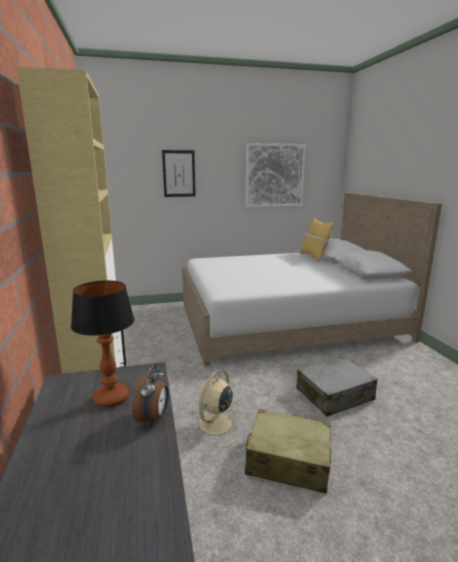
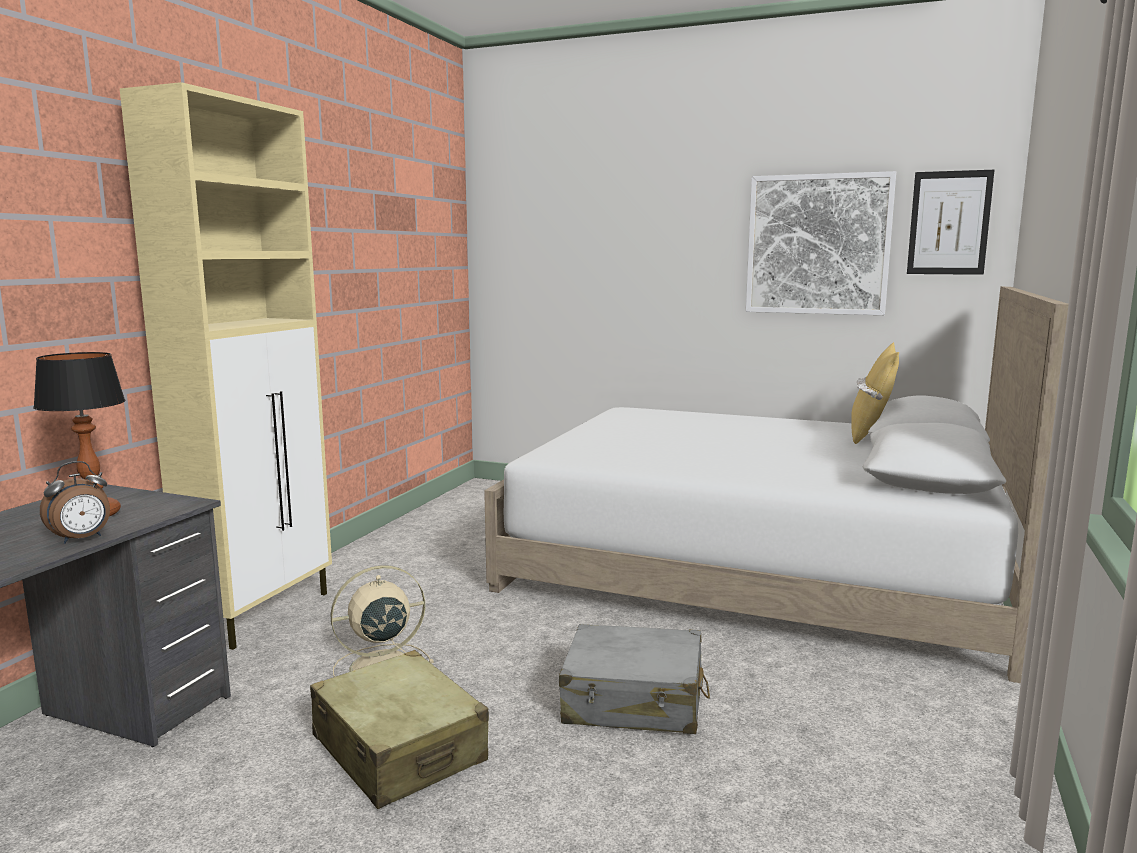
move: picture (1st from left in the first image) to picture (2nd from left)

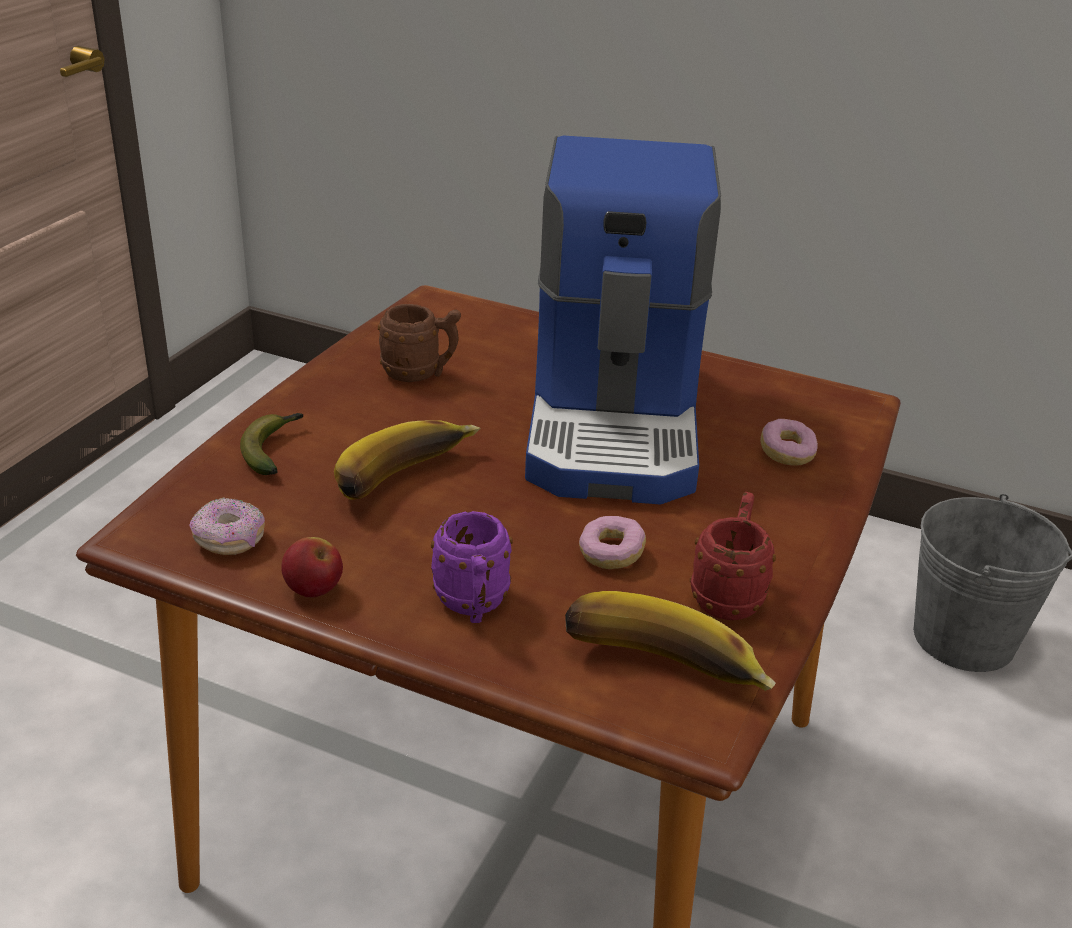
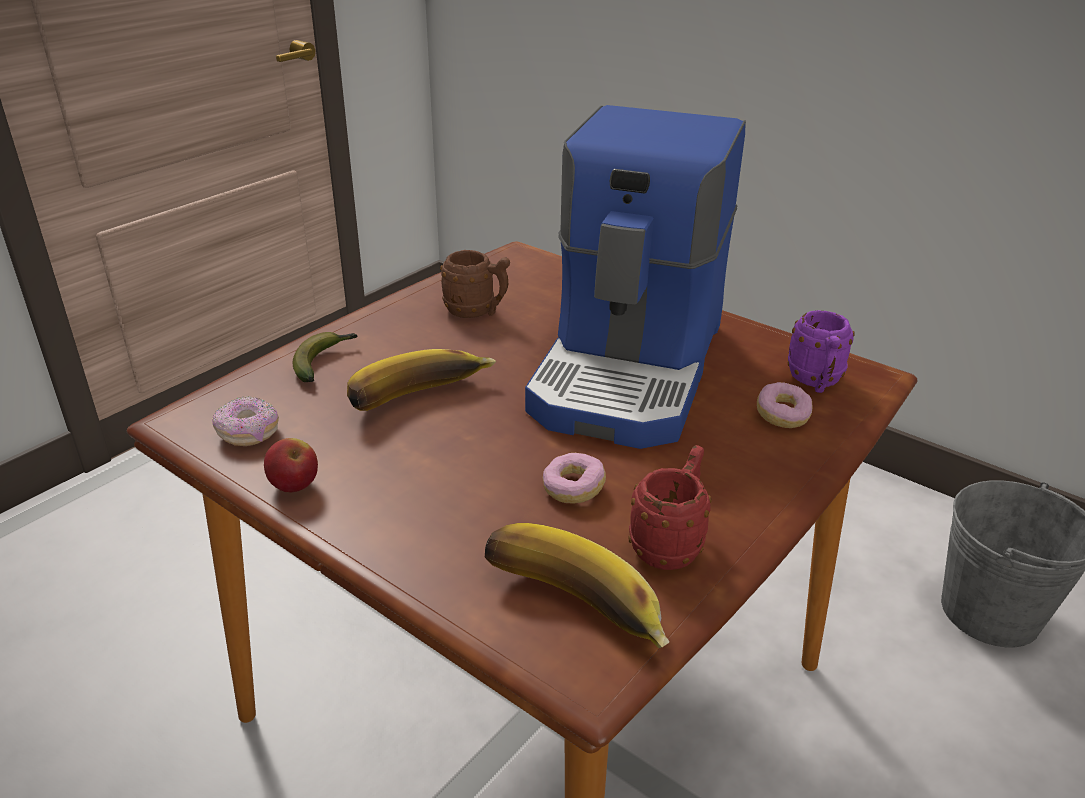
move: purple mug

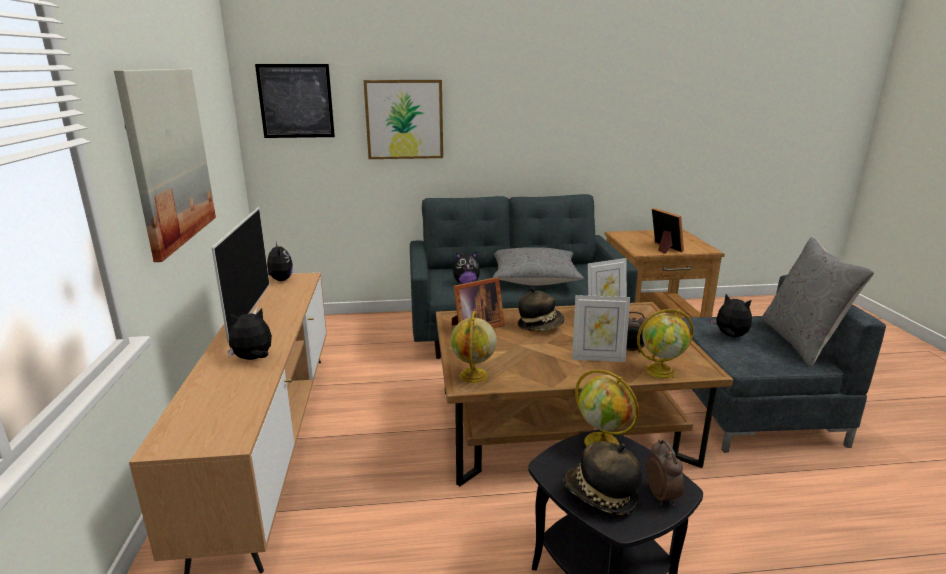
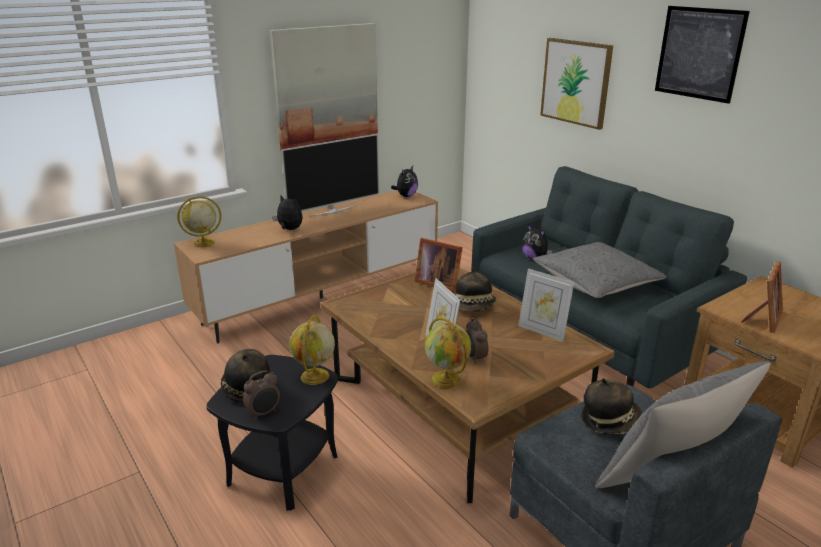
move: picture (2nd from left in the first image) to picture (3rd from left); globe (1st from left)
replace: plush toy (4th from left) to hat (3rd from left)

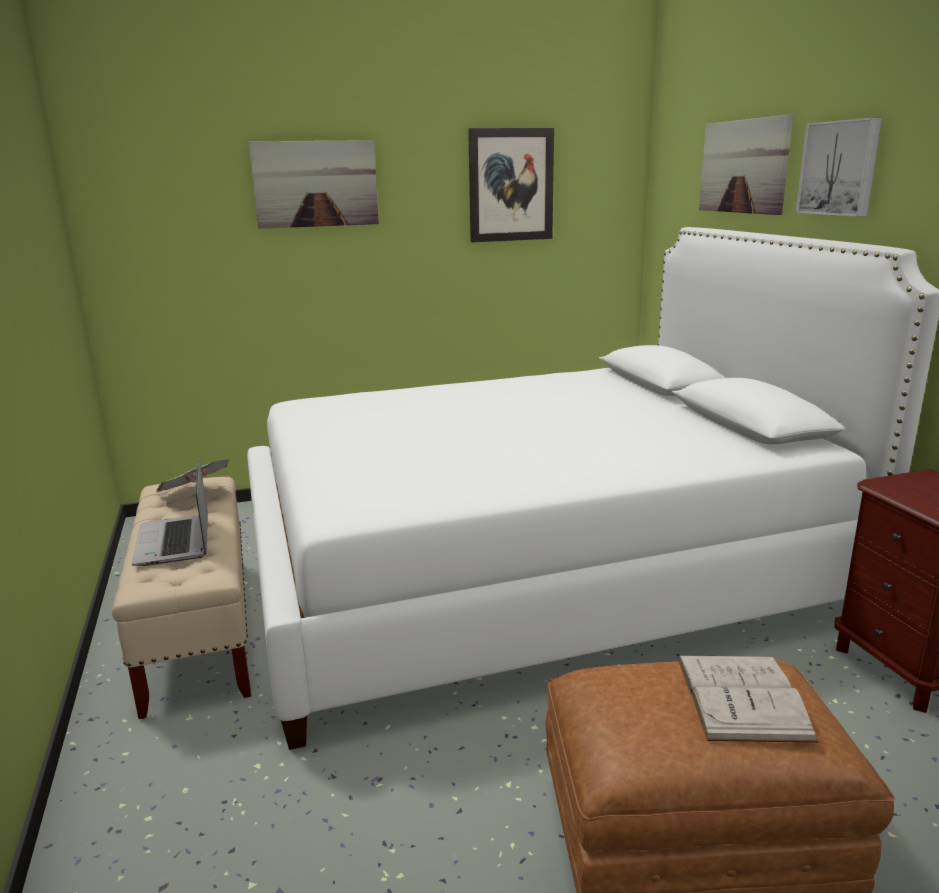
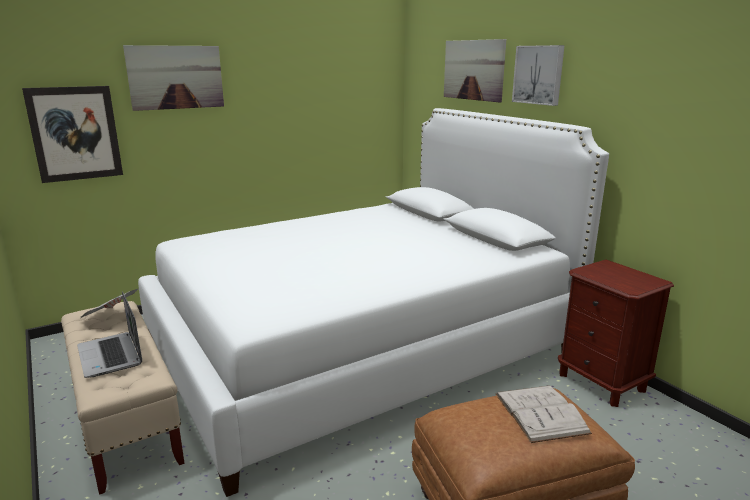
move: picture (2nd from left in the first image) to picture (1st from left)

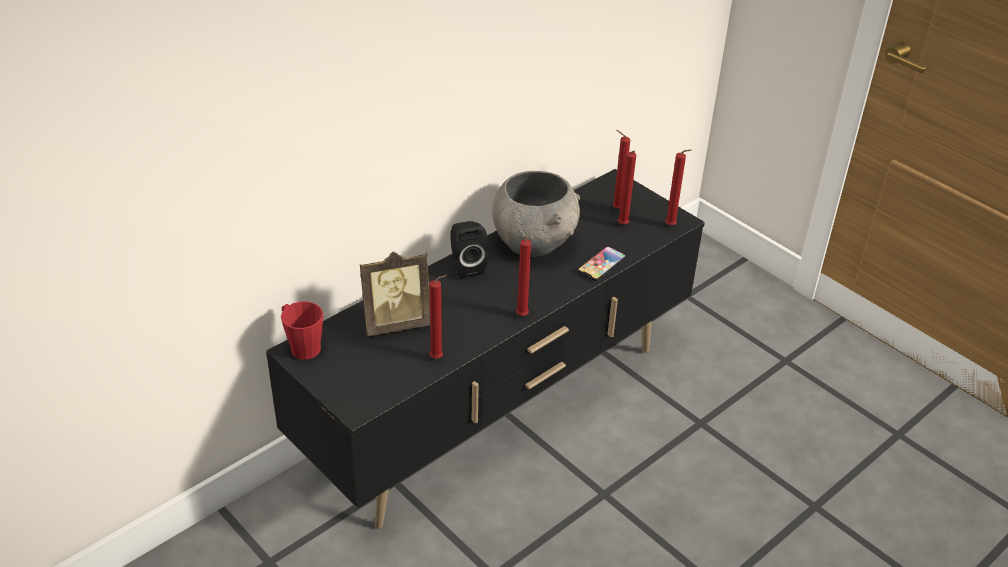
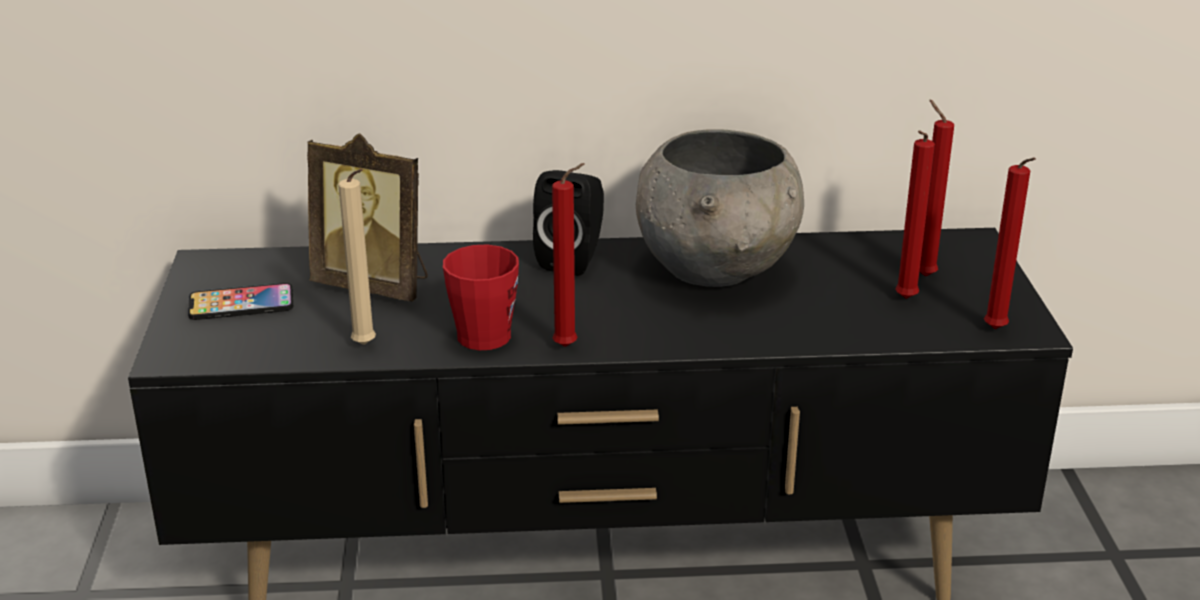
move: phone; red mug
recolor: red candle (1st from left) to beige candle

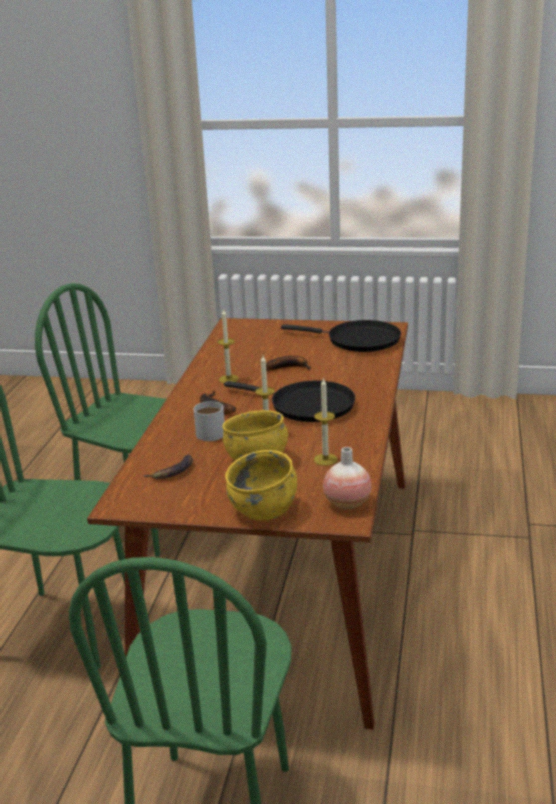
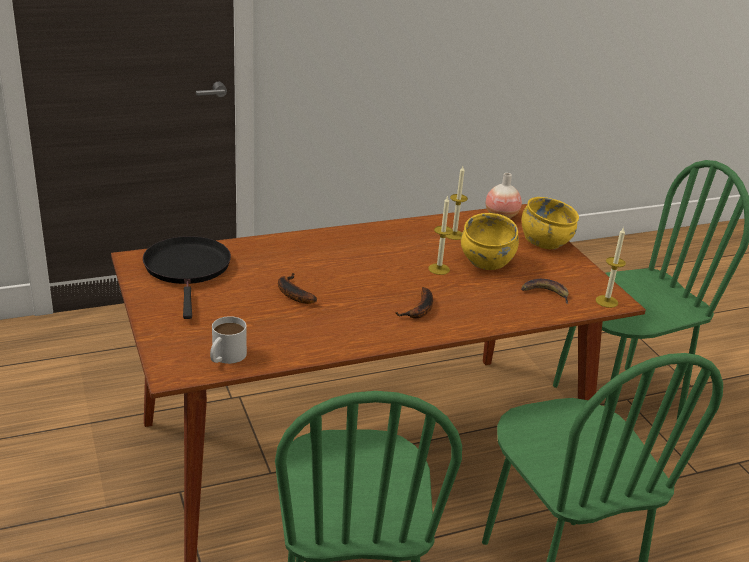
delete: black frying pan (1st from left)
move: candle (1st from left in the first image) to candle (3rd from left); white mug

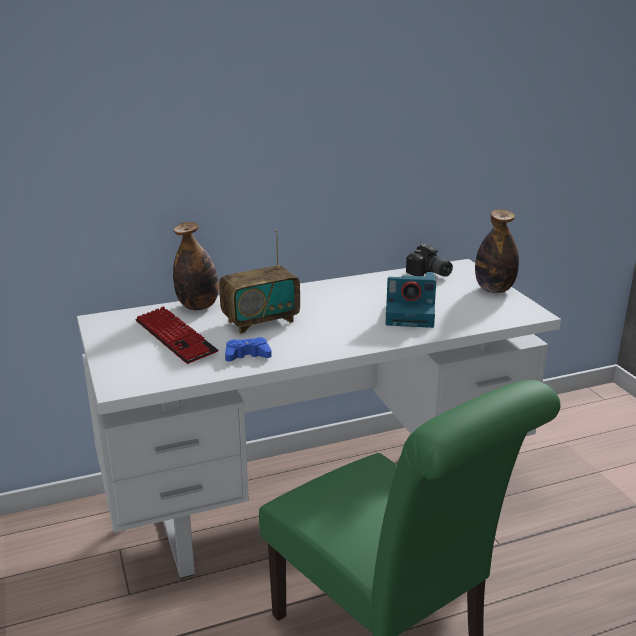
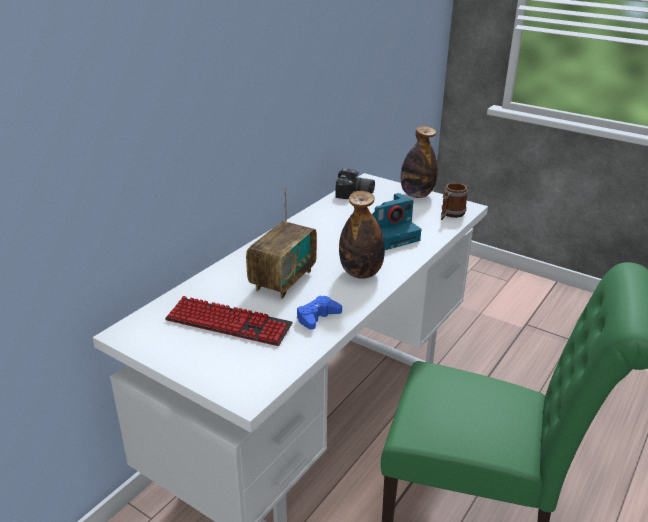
insert: mug
move: bottle (1st from left)

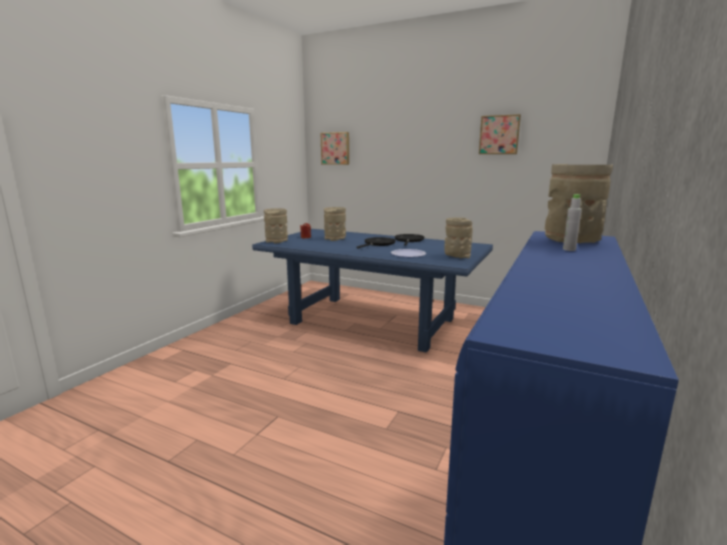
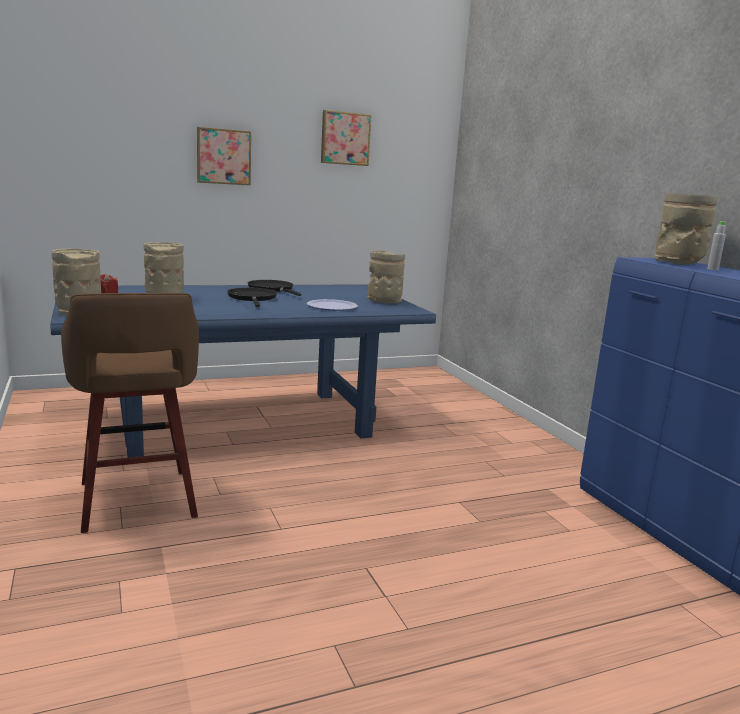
insert: brown stool
move: picture (1st from left)

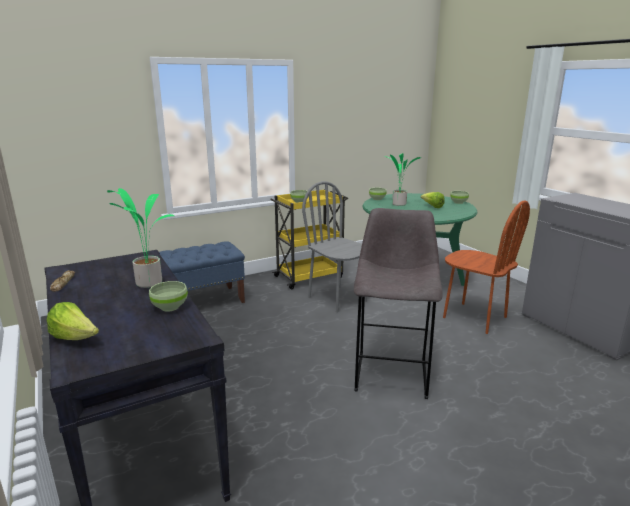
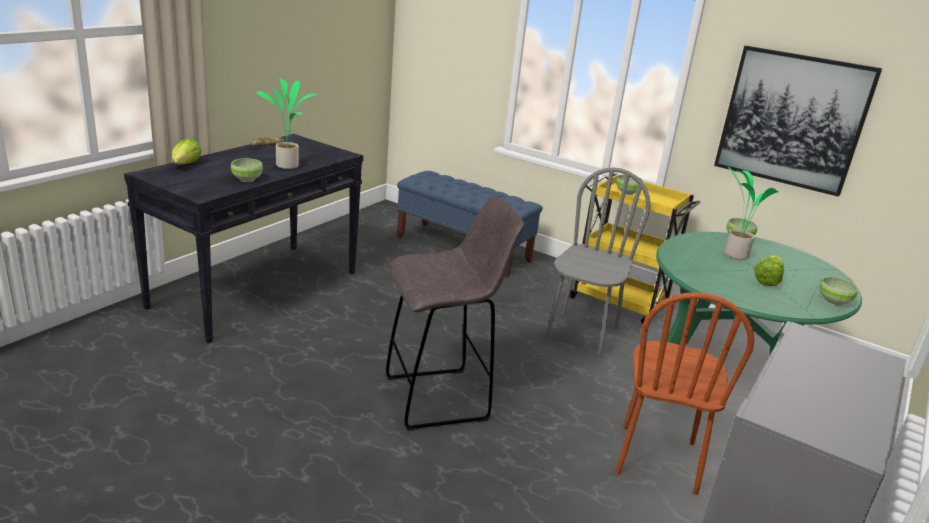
insert: picture

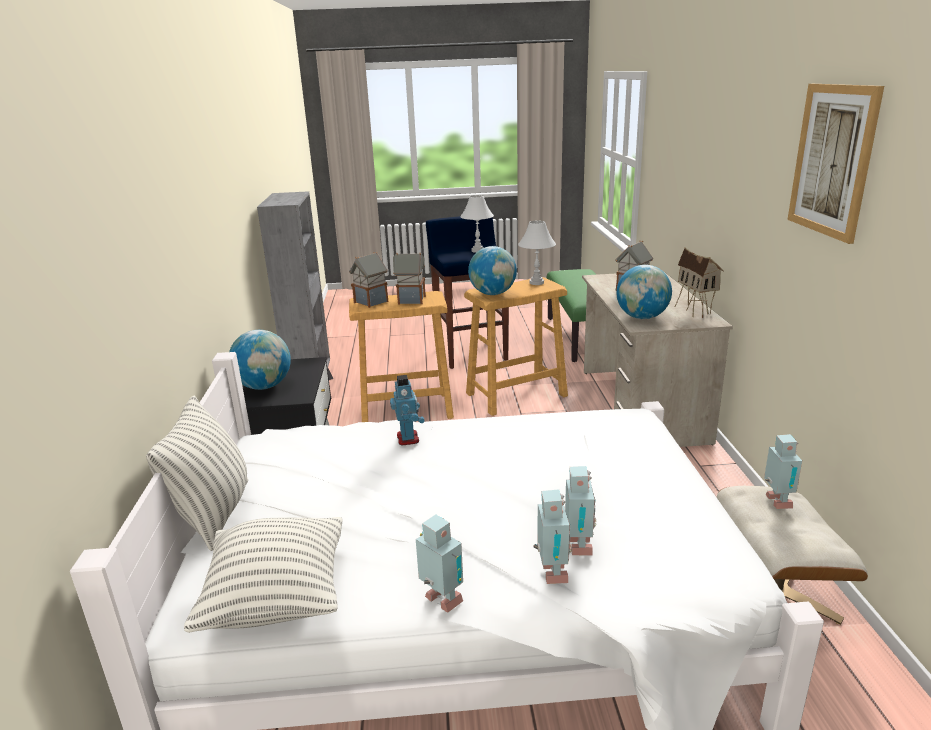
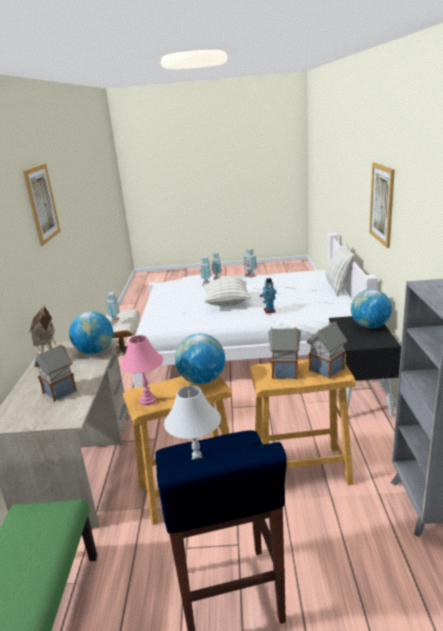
insert: picture (2nd from left)
move: pillow (2nd from left in the first image) to pillow (1st from left)
recolor: white table lamp (2nd from left) to pink table lamp

